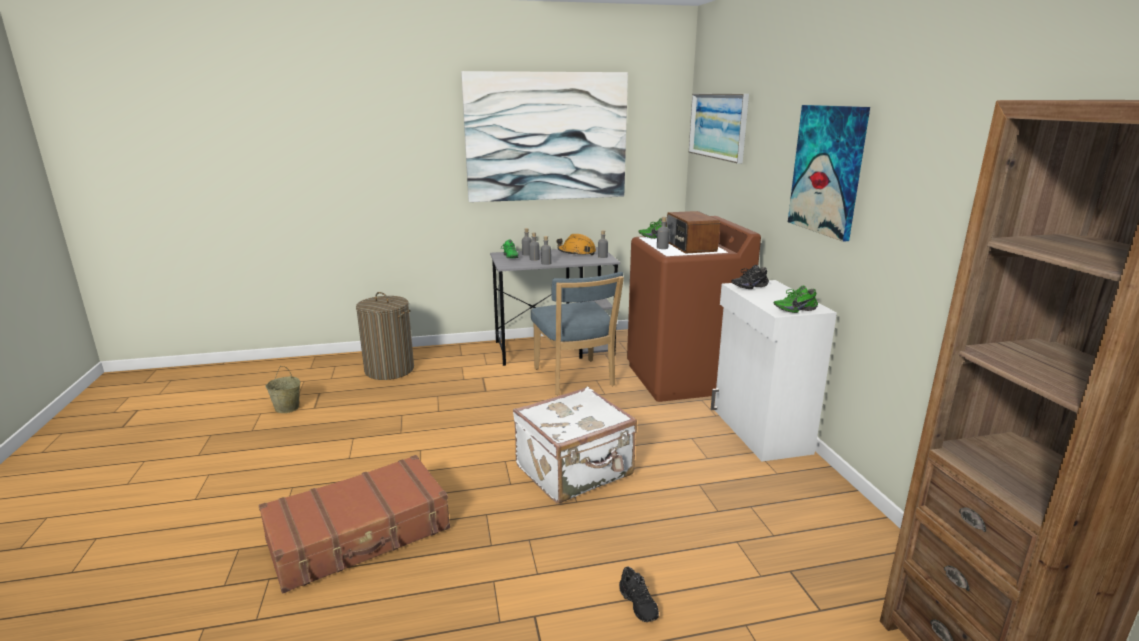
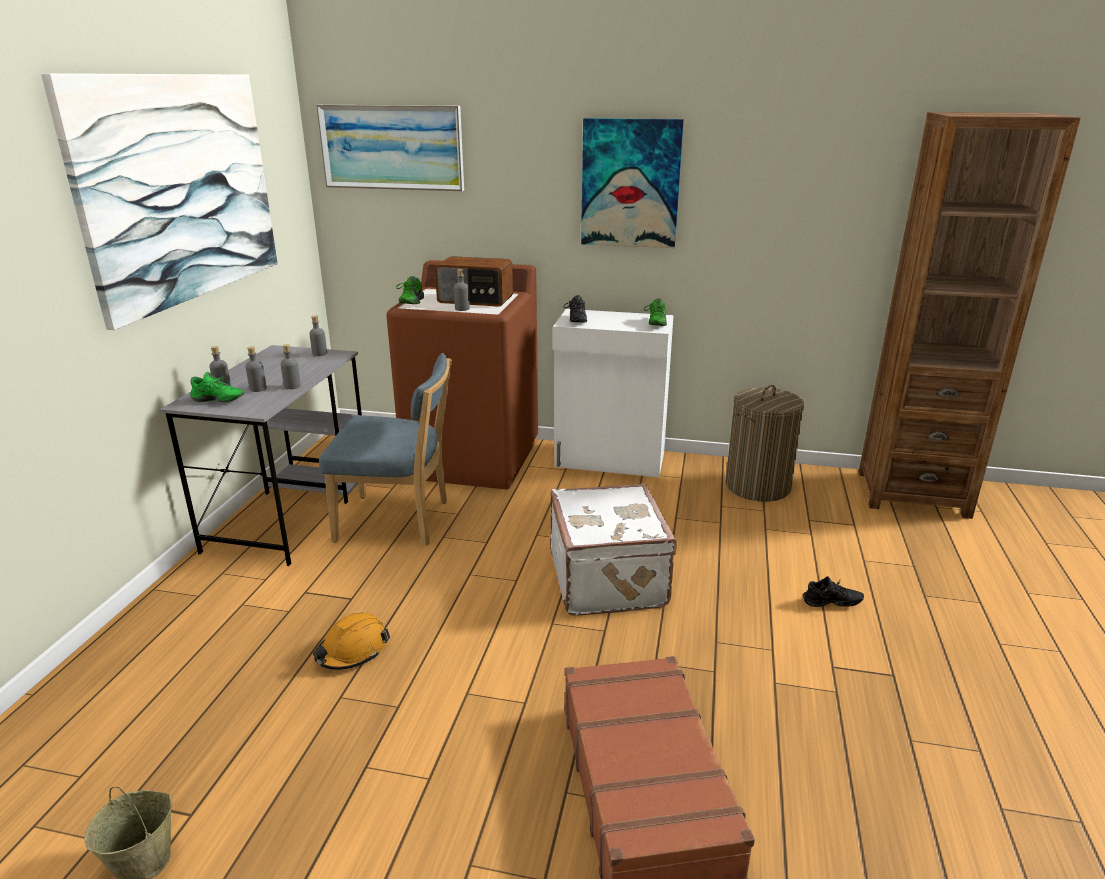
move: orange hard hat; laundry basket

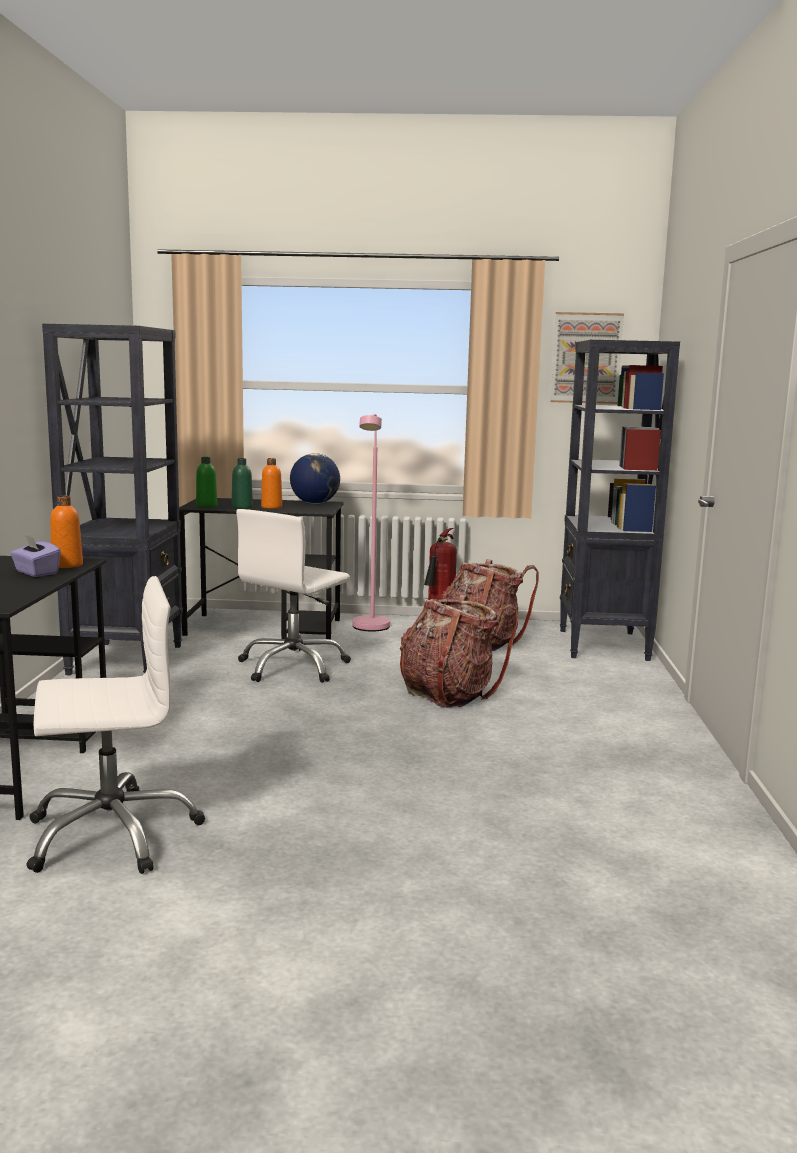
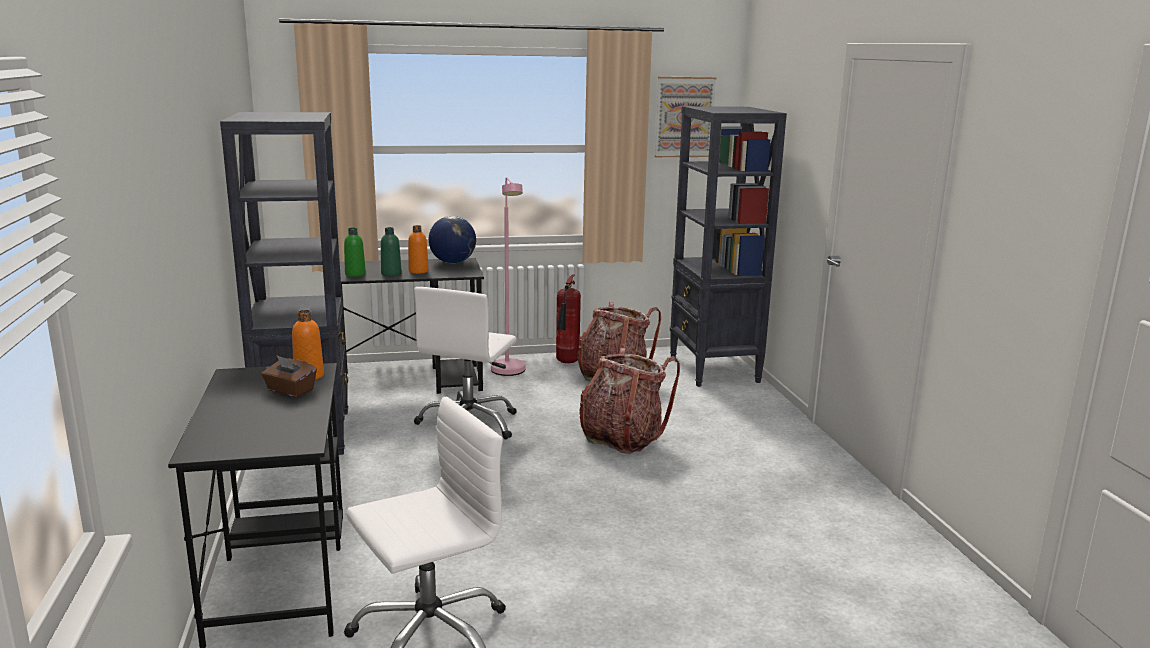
recolor: purple tissue box to brown tissue box

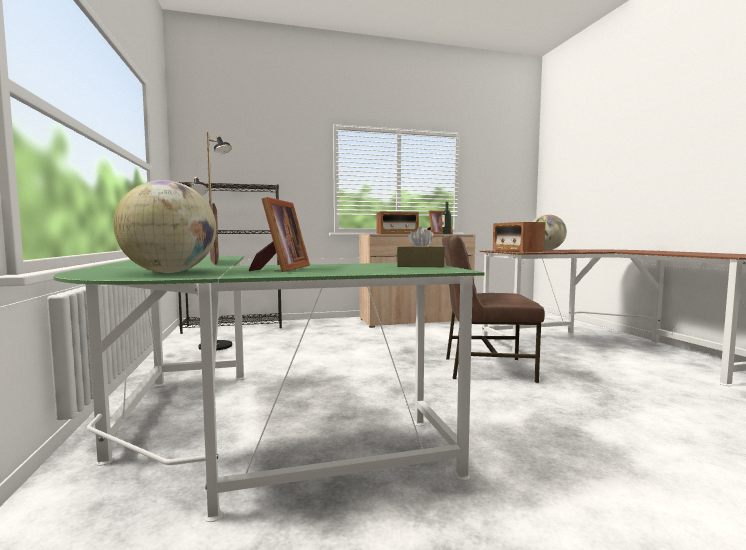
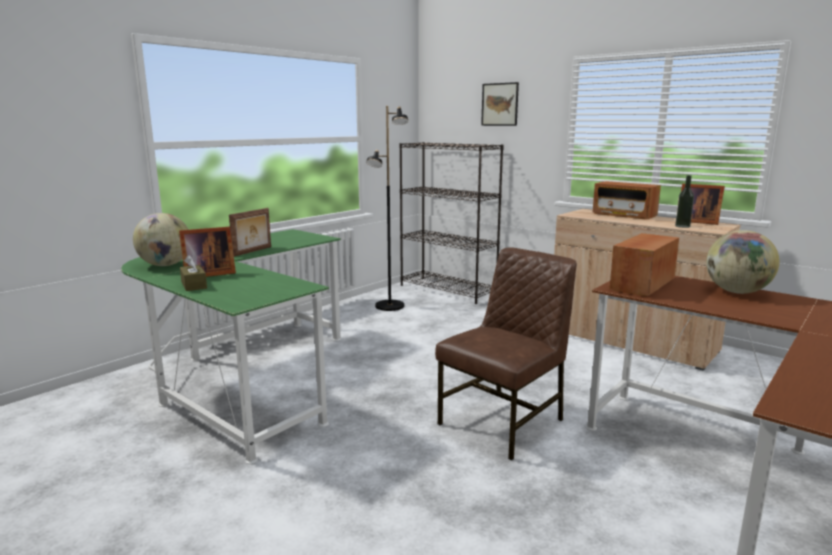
insert: picture
move: brown tissue box
rotate: brown chair 75 degrees clockwise

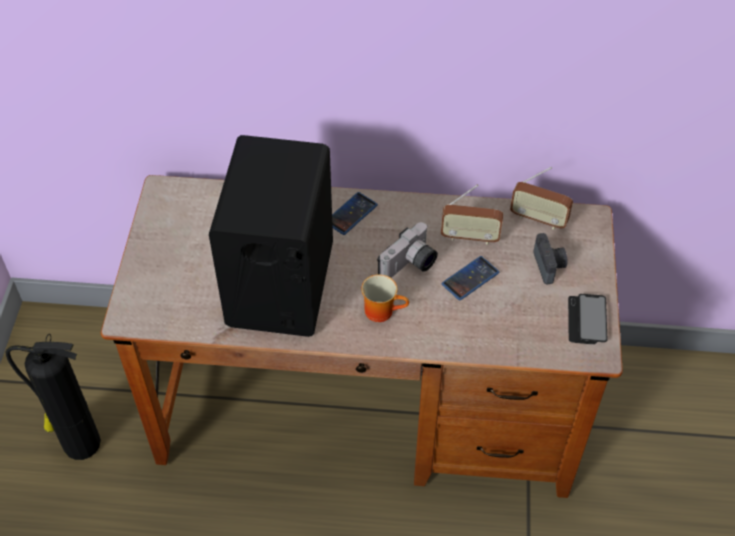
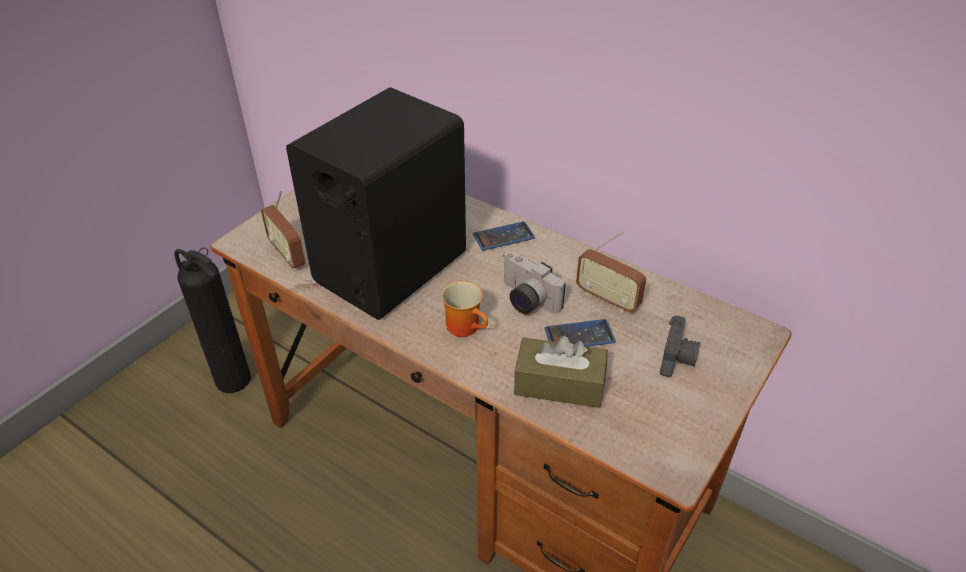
delete: phone (3rd from left)
insert: brown tissue box
move: radio (2nd from left in the first image) to radio (1st from left)
rotate: photo camera (1st from left) 60 degrees clockwise

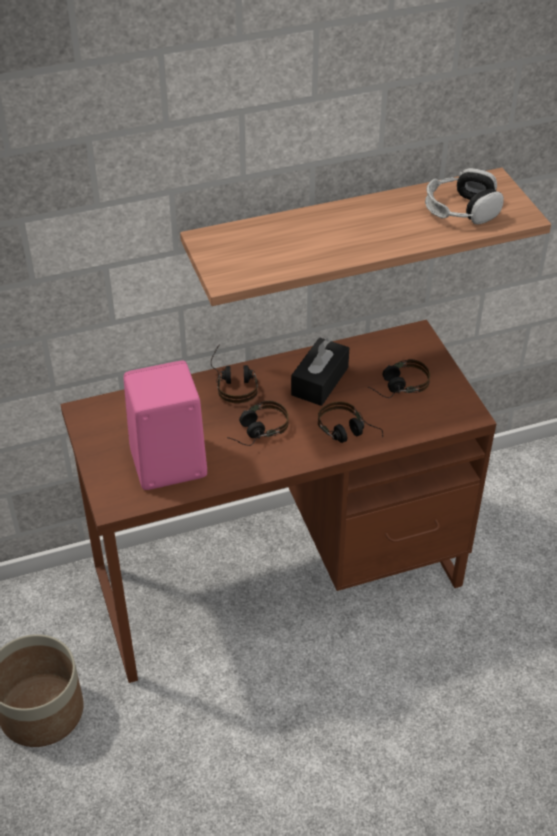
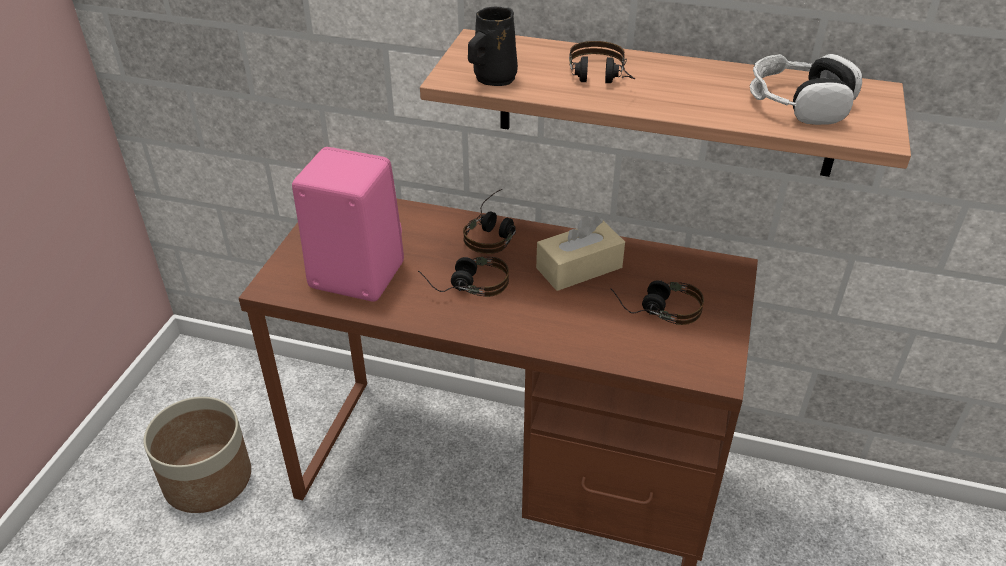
insert: black mug
move: headphones (3rd from left)
recolor: black tissue box to beige tissue box

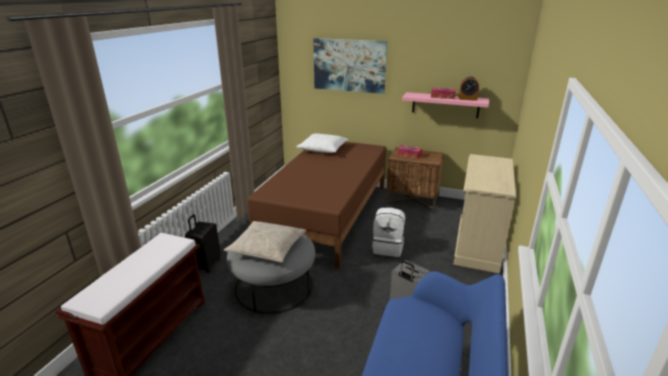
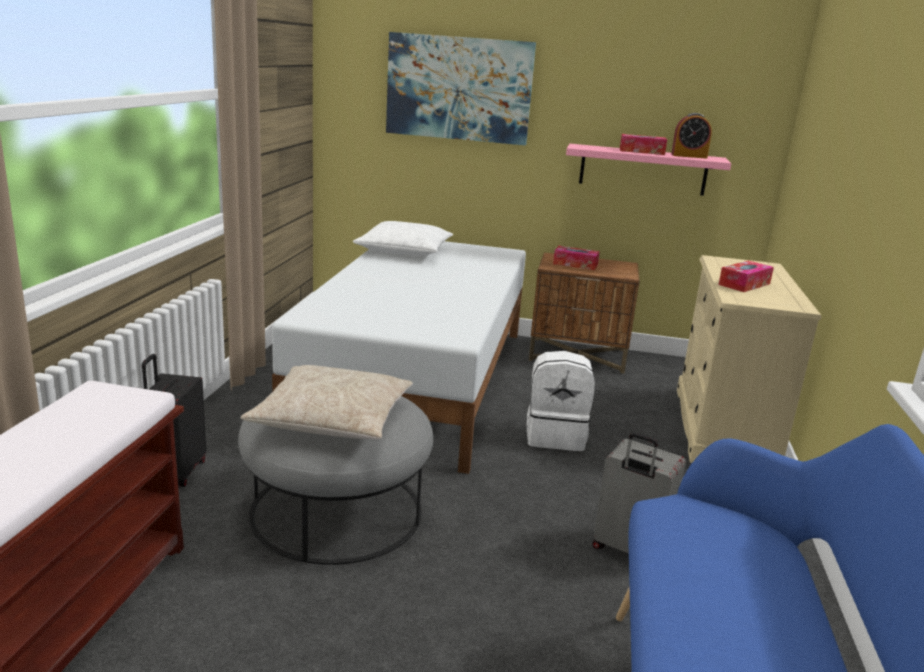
insert: tissue box (3rd from left)
recolor: brown bed to white bed

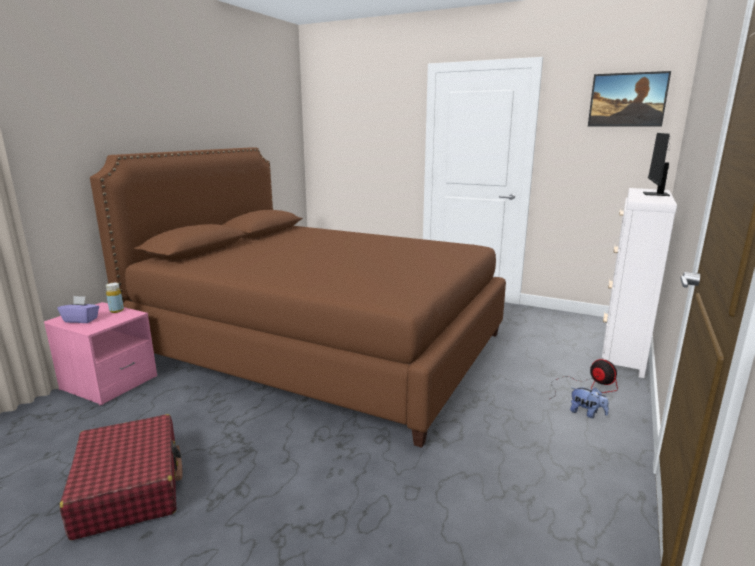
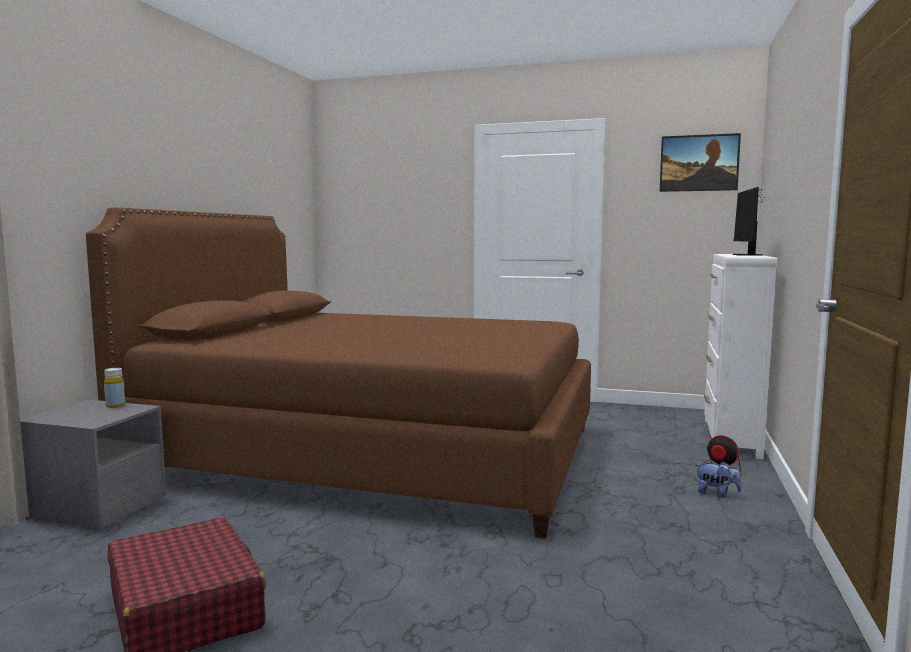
delete: purple tissue box
recolor: pink nightstand to grey nightstand

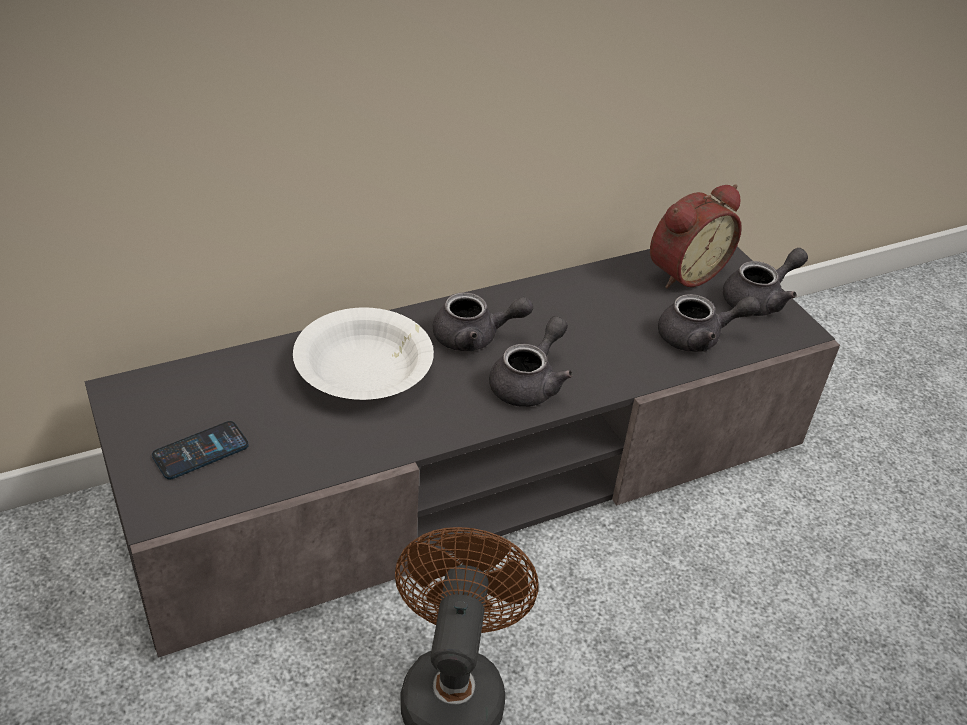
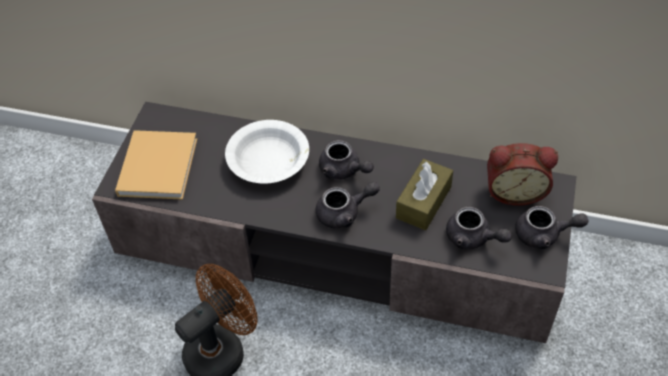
insert: brown tissue box
replace: phone to beige book

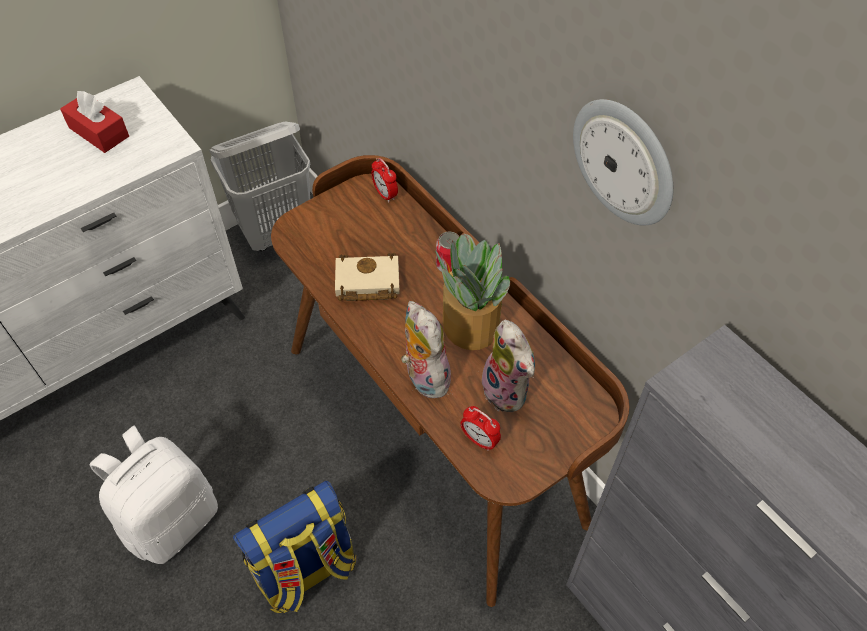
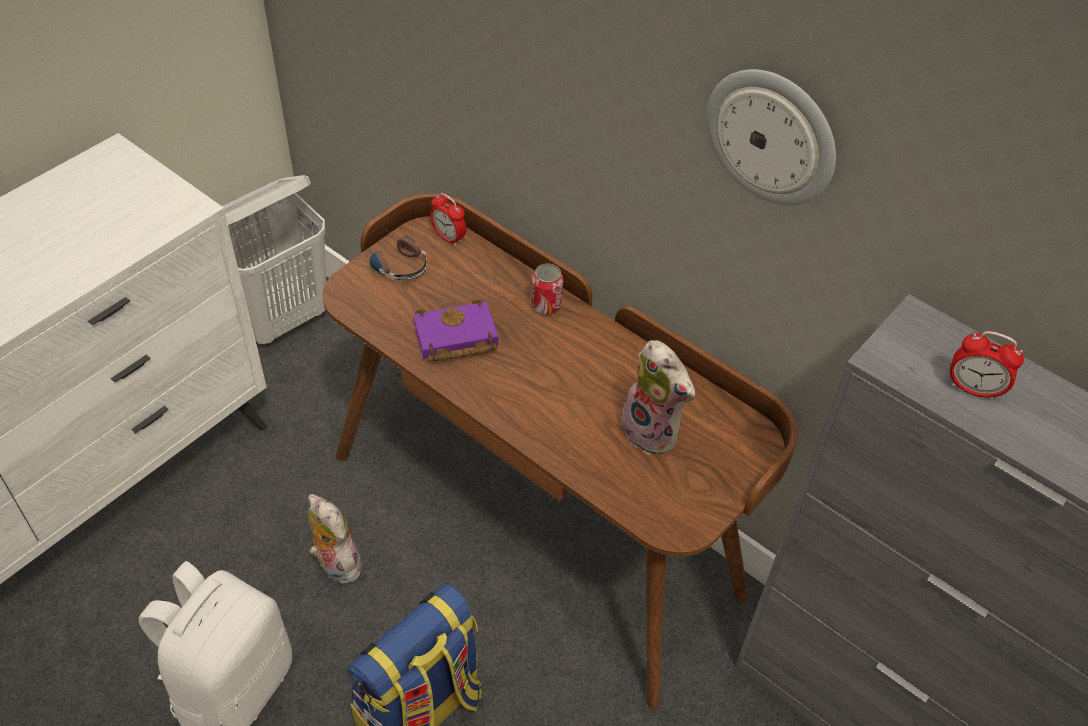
delete: red tissue box; potted plant
insert: headphones
move: plush toy (1st from left); alarm clock (2nd from left)
recolor: beige book to purple book

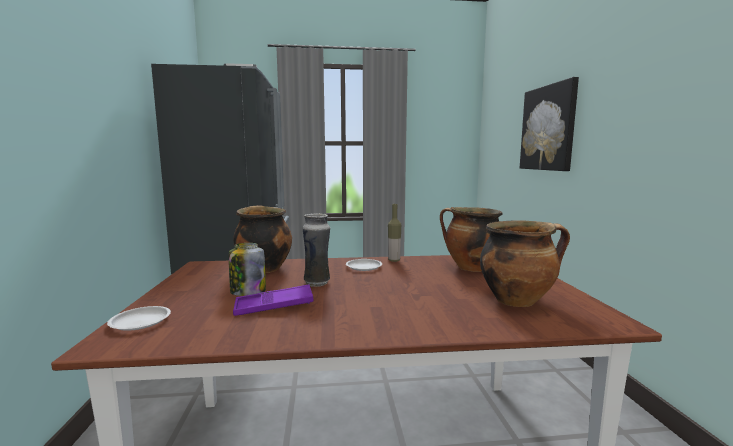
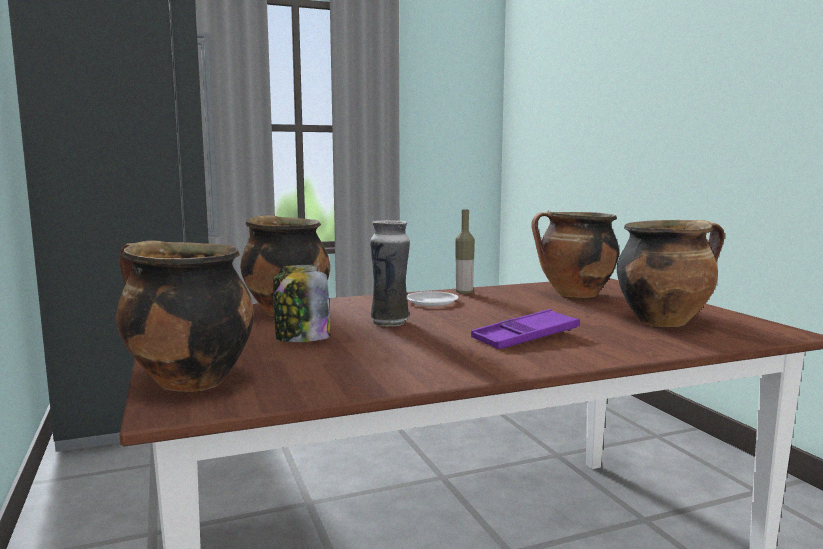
delete: picture
move: purple tray
replace: white plate (1st from left) to cooking pot (1st from left)

